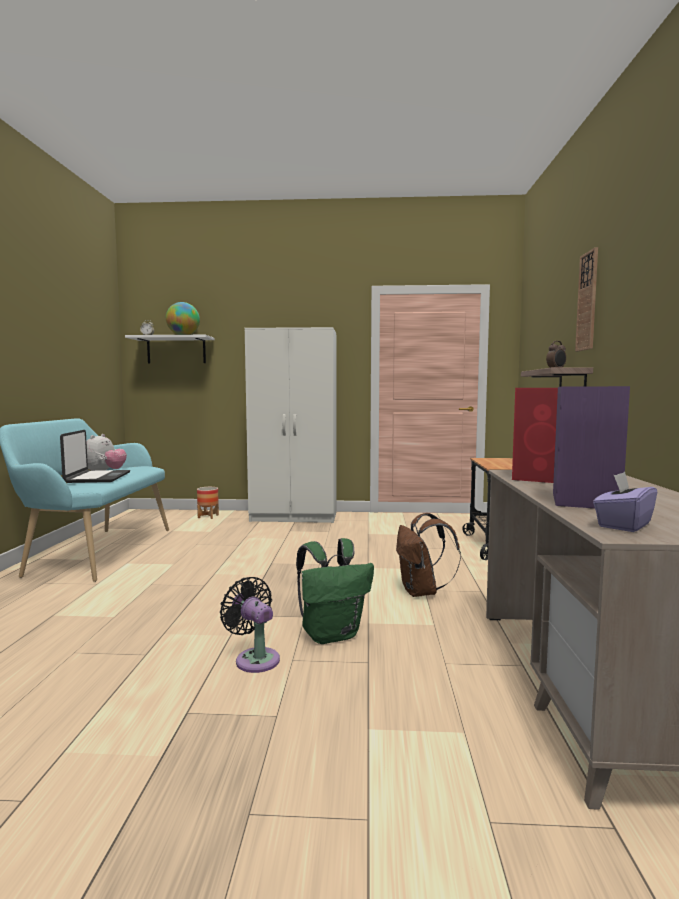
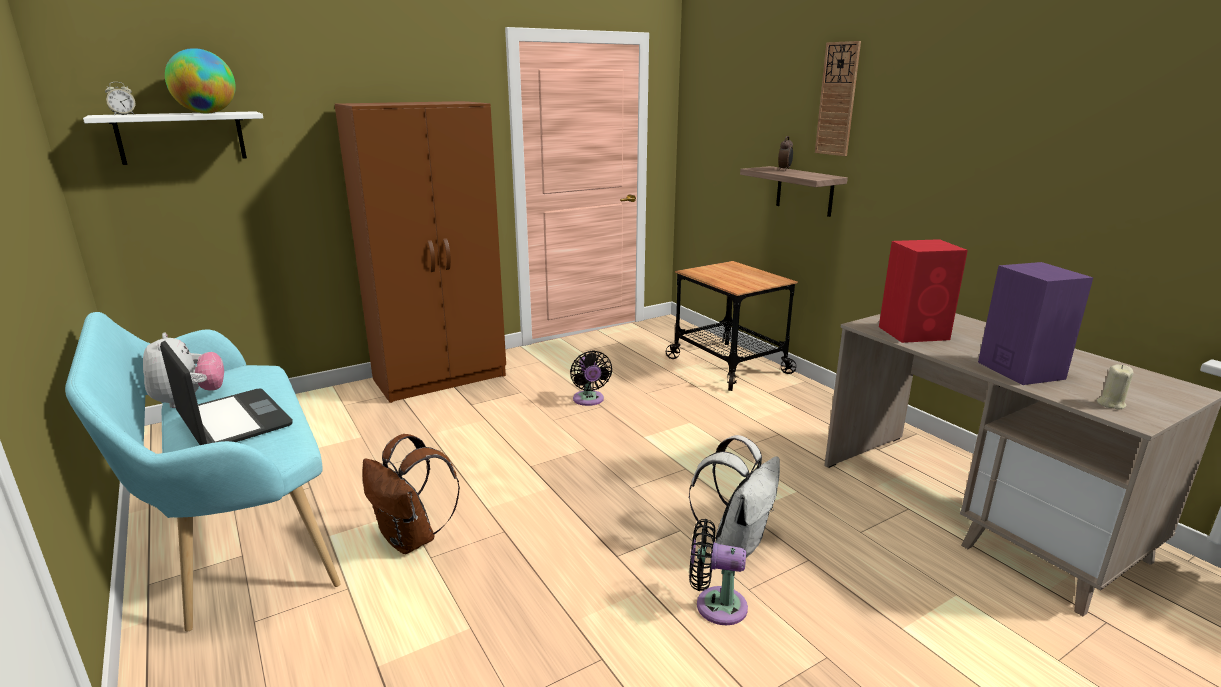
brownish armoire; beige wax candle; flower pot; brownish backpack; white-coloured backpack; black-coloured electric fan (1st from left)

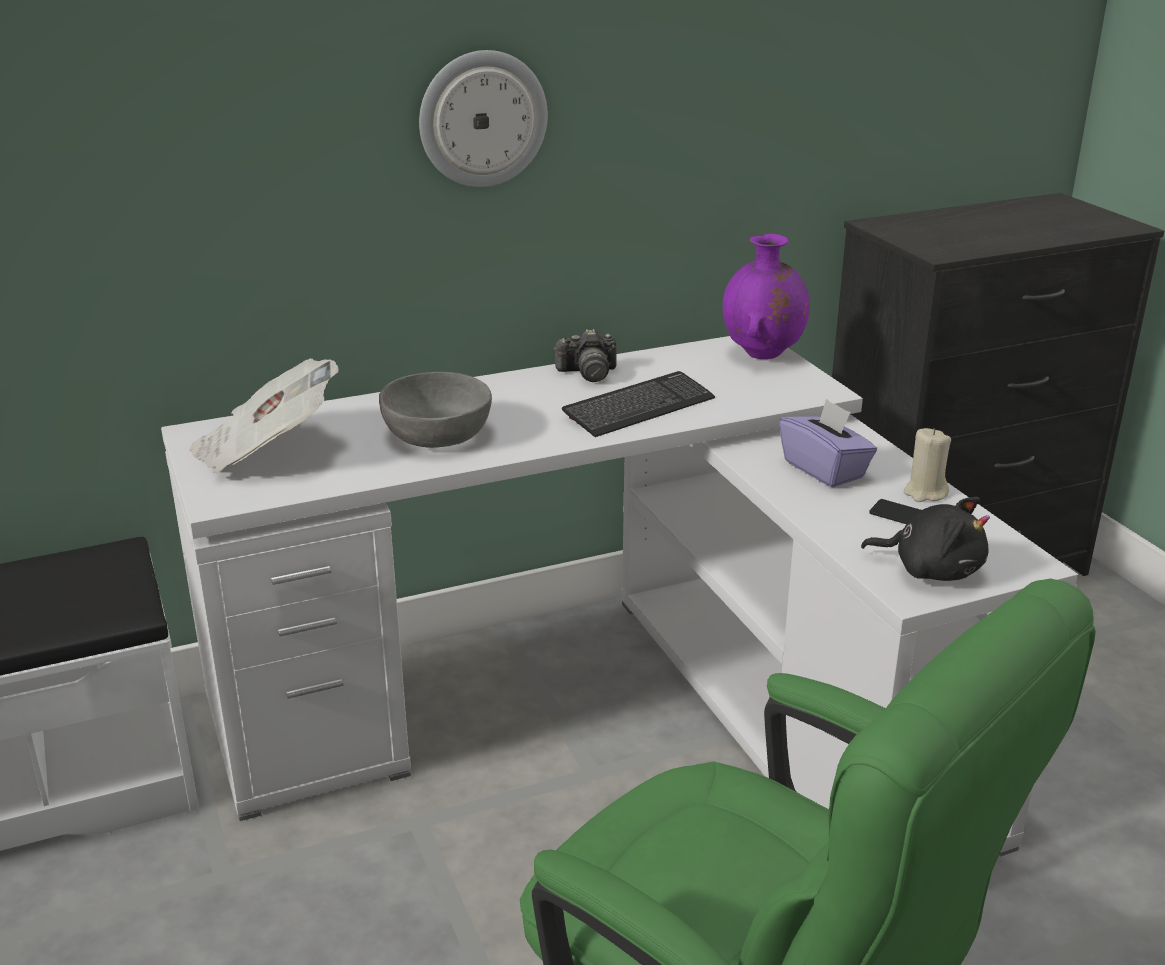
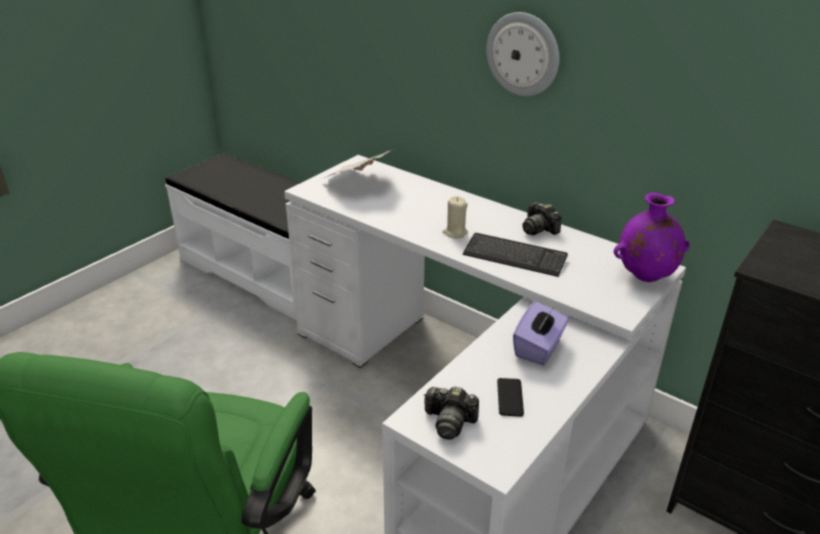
grey serving bowl; beige wax candle; photo camera (1st from left)

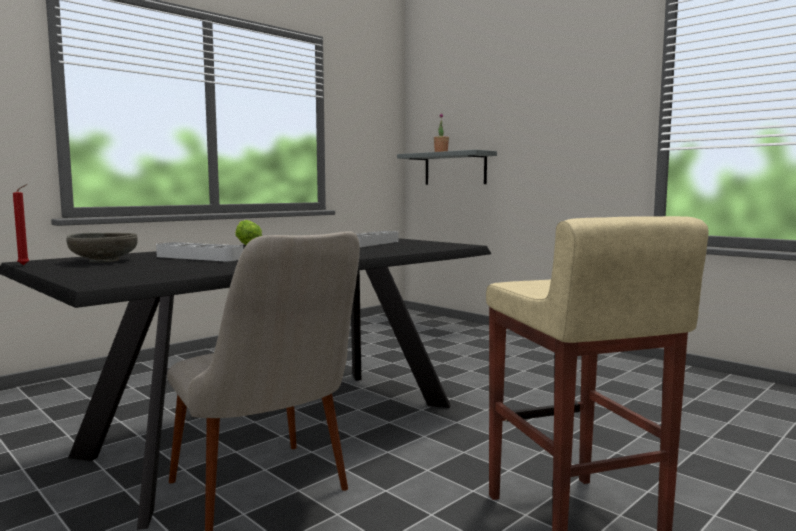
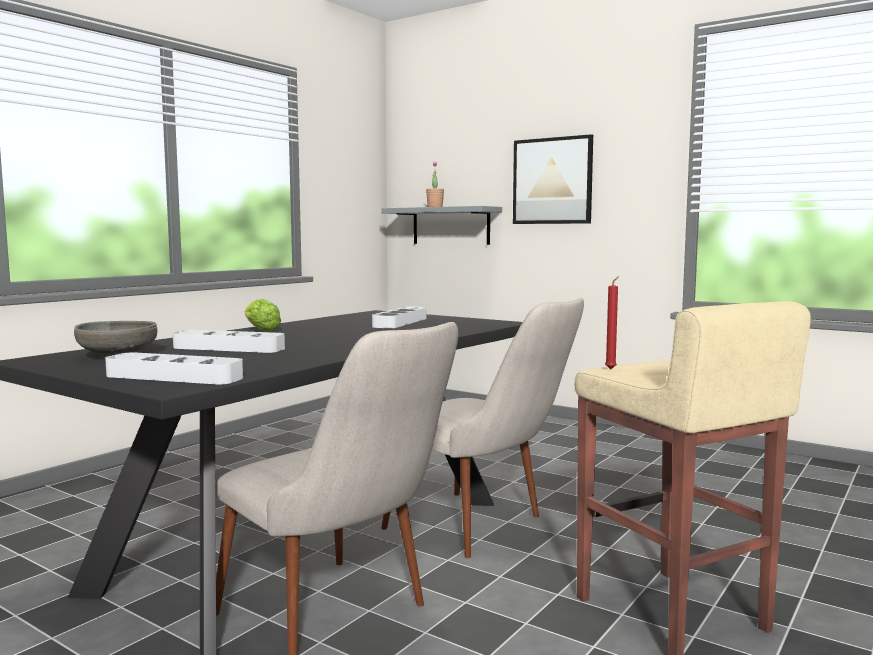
red-coloured wax candle; picture; beige upright chair (2nd from left); grey carrying tray (1st from left)

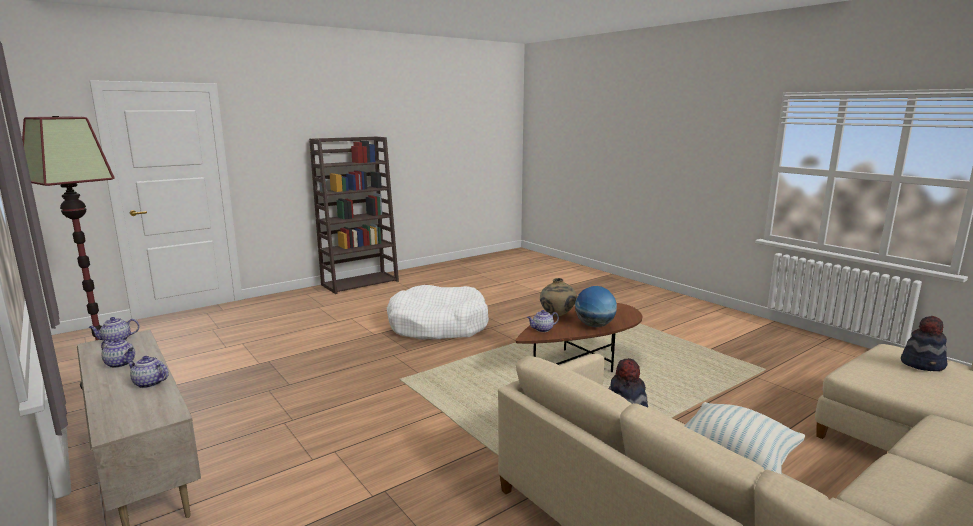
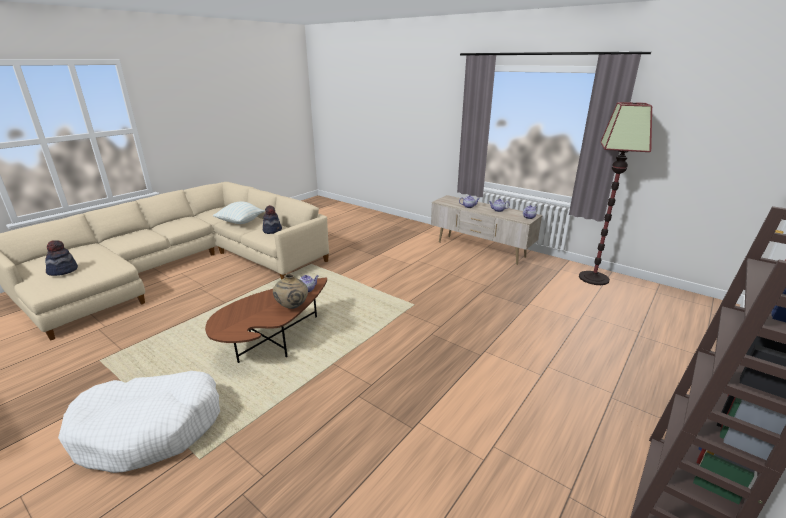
white-coloured dog bed; world globe

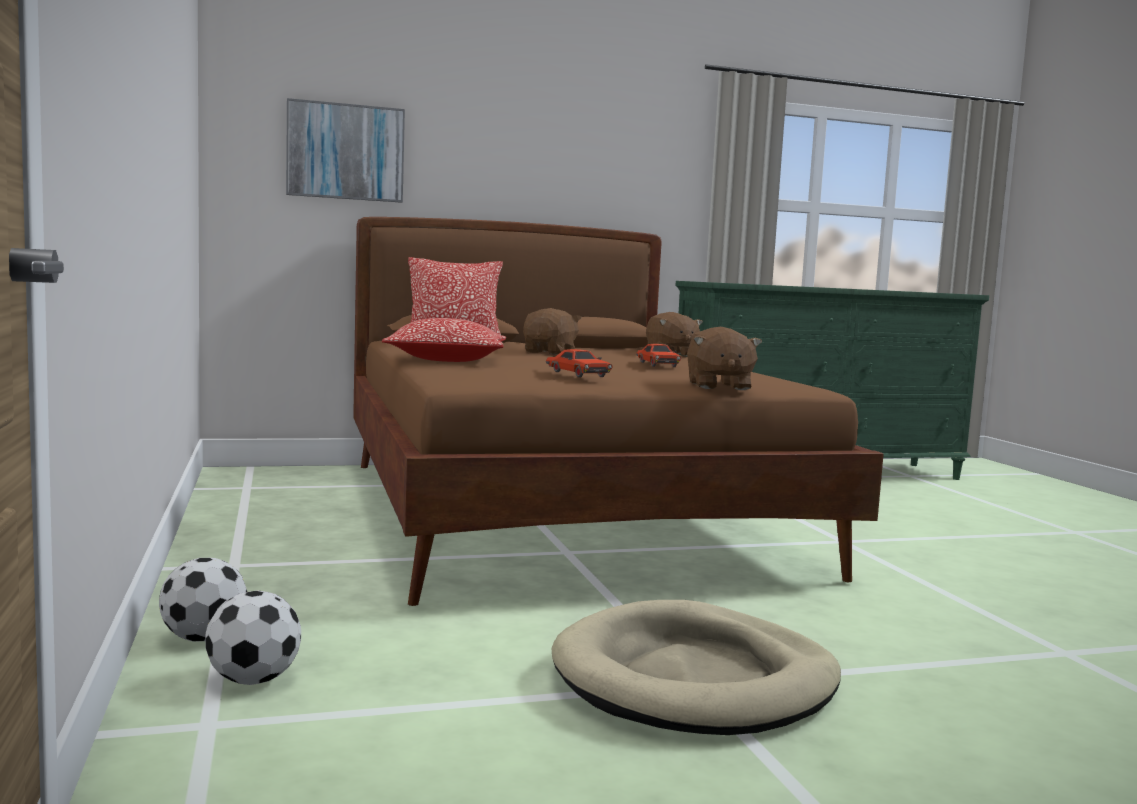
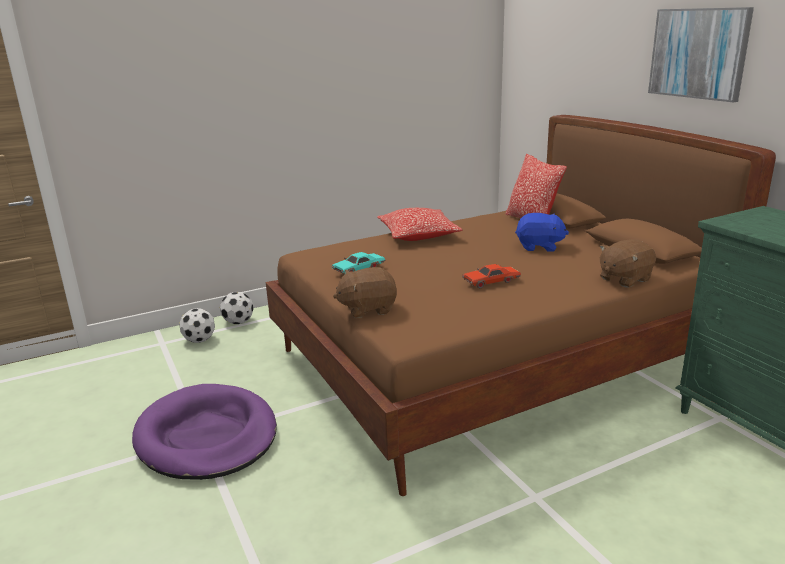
picture; bluish soft toy; turquoise-coloured model car; purplish dog bed

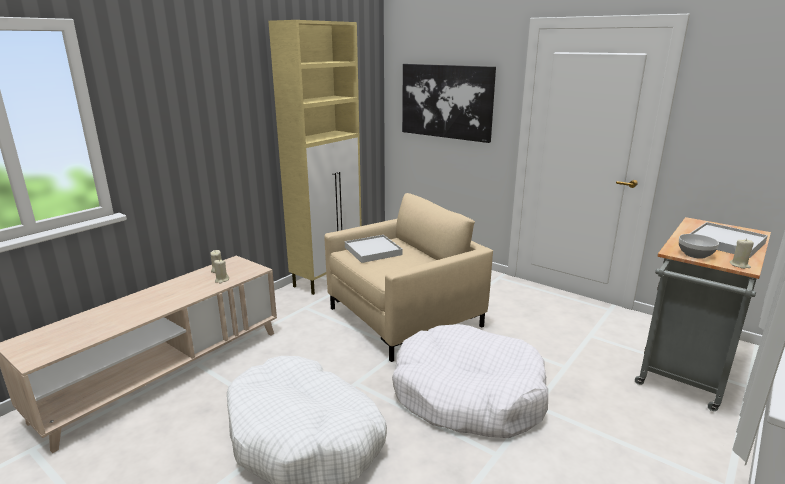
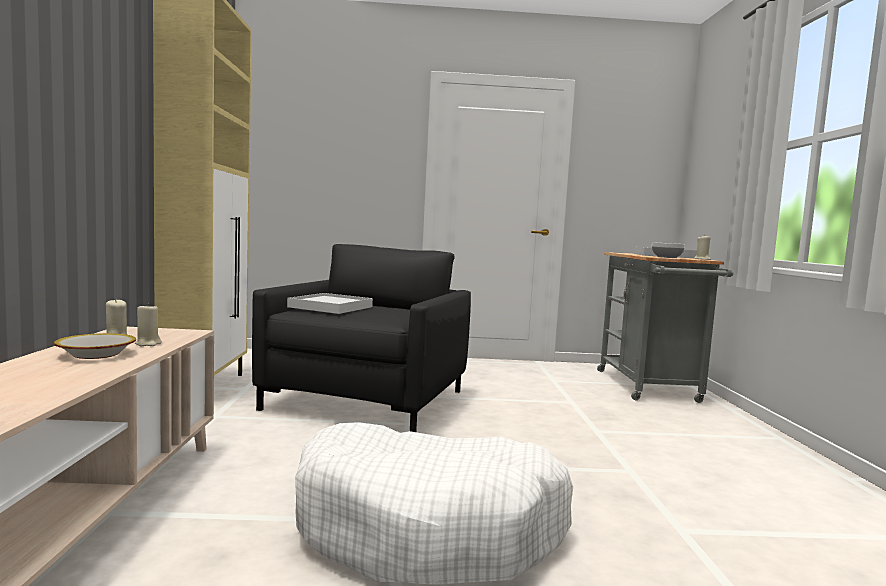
picture; black-coloured lounge chair; white-coloured dog bed (2nd from left in the first image); serving bowl (1st from left)

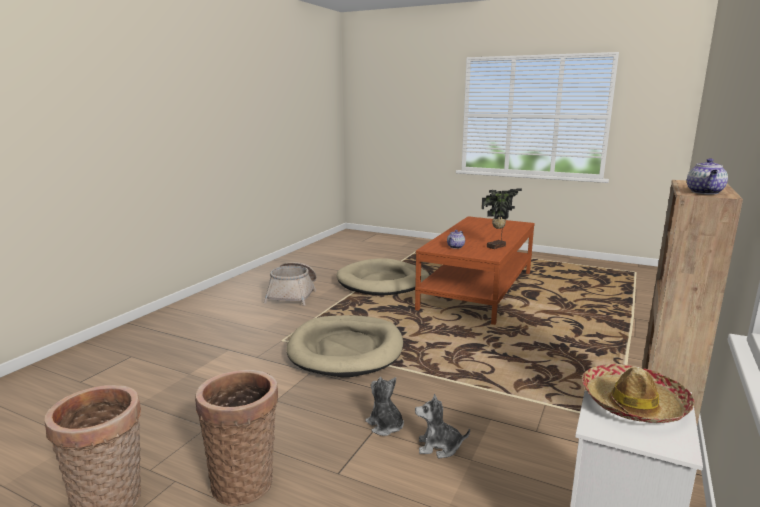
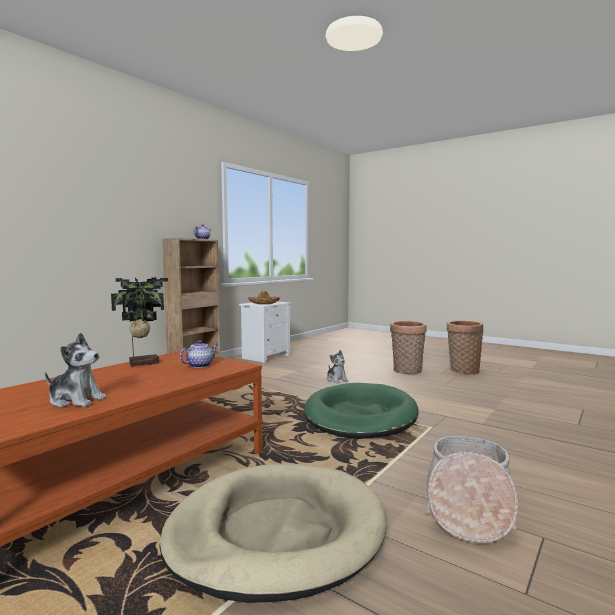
green dog bed; soft toy (1st from left)

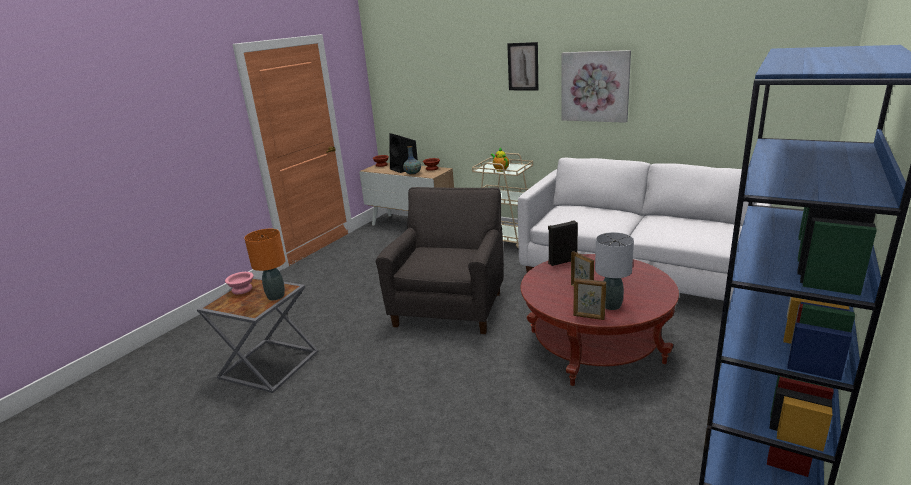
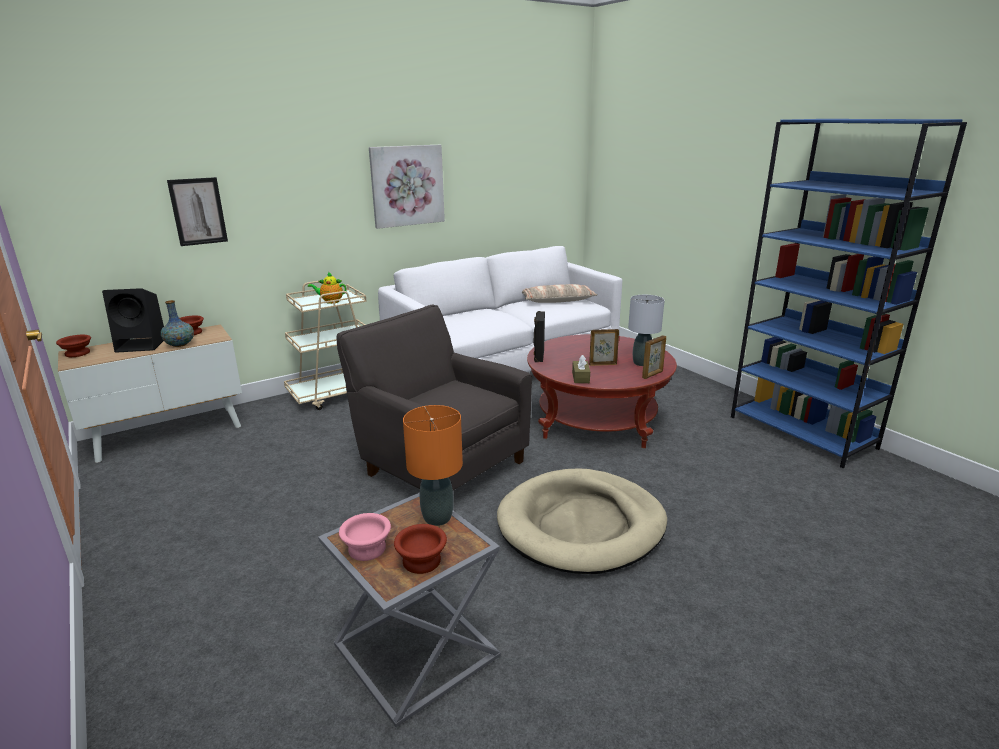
picture (1st from left); cushion; brownish tissue box; beige dog bed; brownish serving bowl (3rd from left)

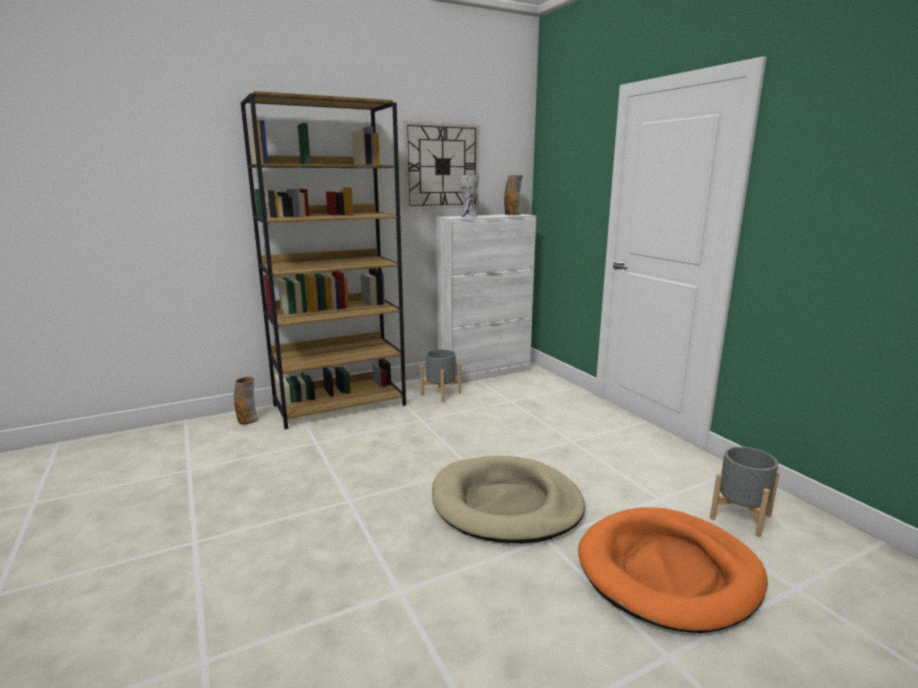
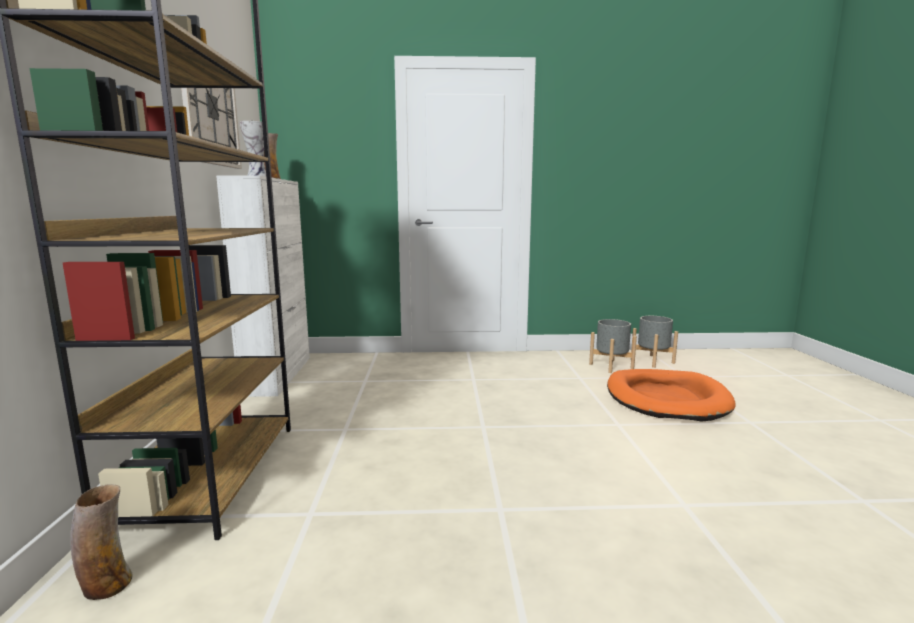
grey flower pot (2nd from left); beige dog bed

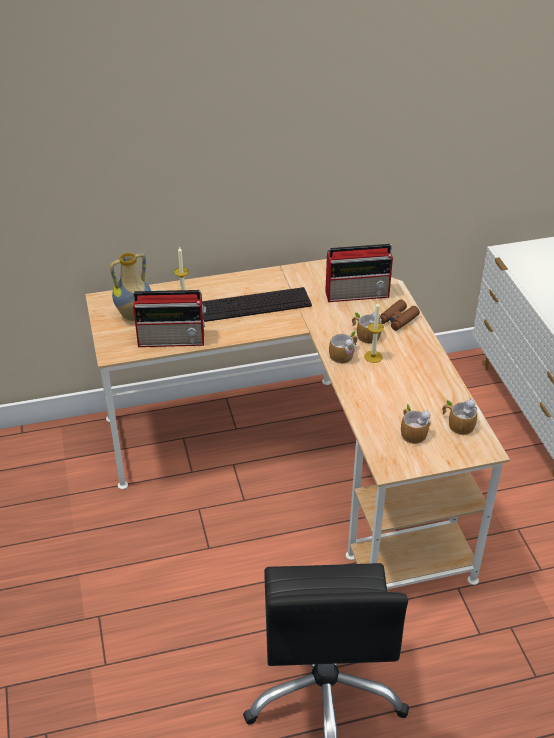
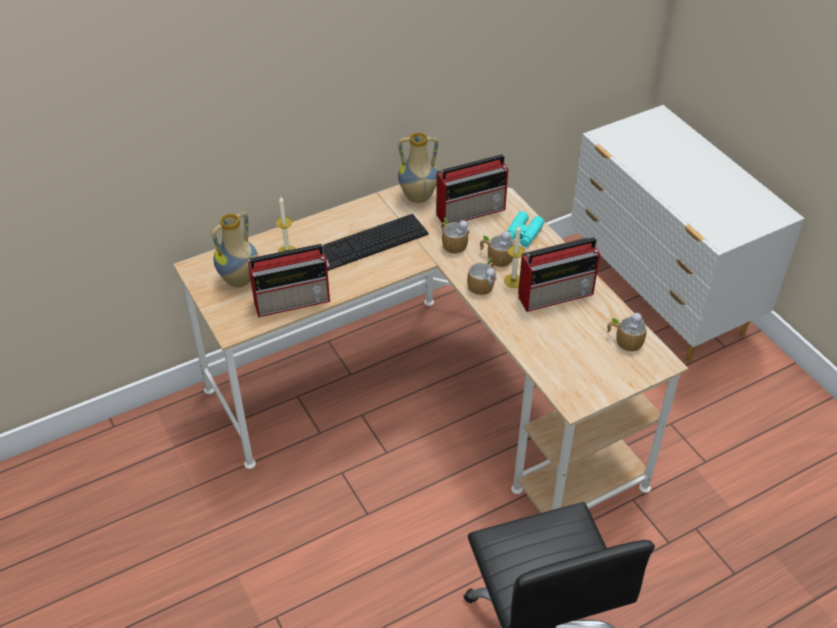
turquoise-coloured binoculars; mug (1st from left); flower vase (2nd from left); radio (3rd from left)

